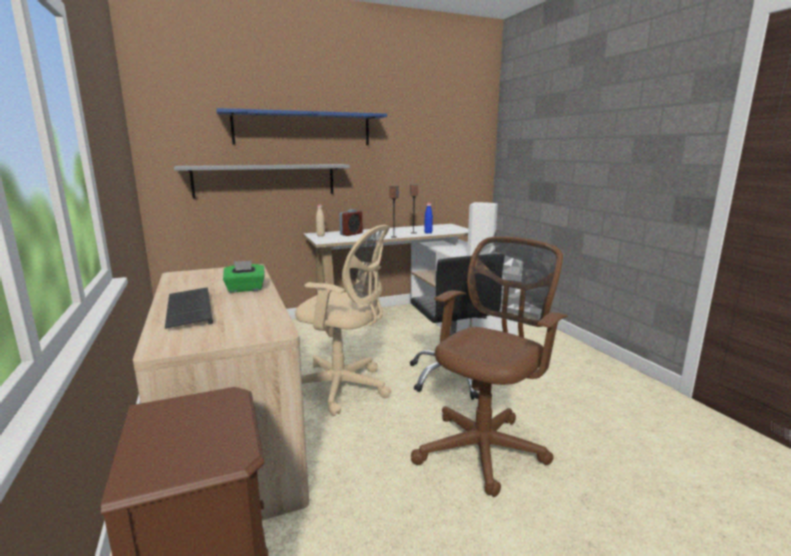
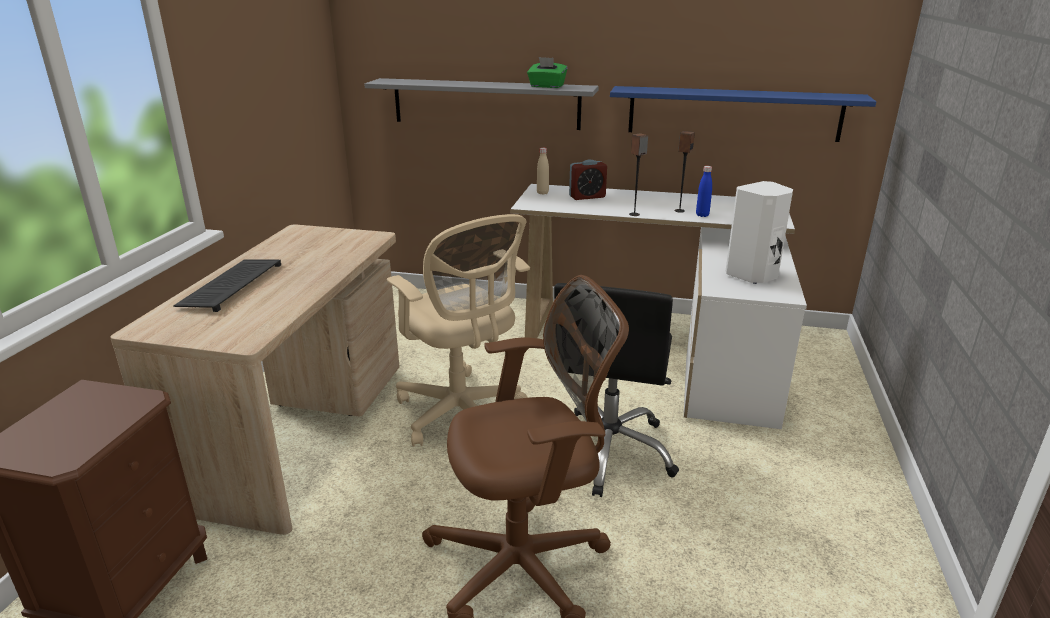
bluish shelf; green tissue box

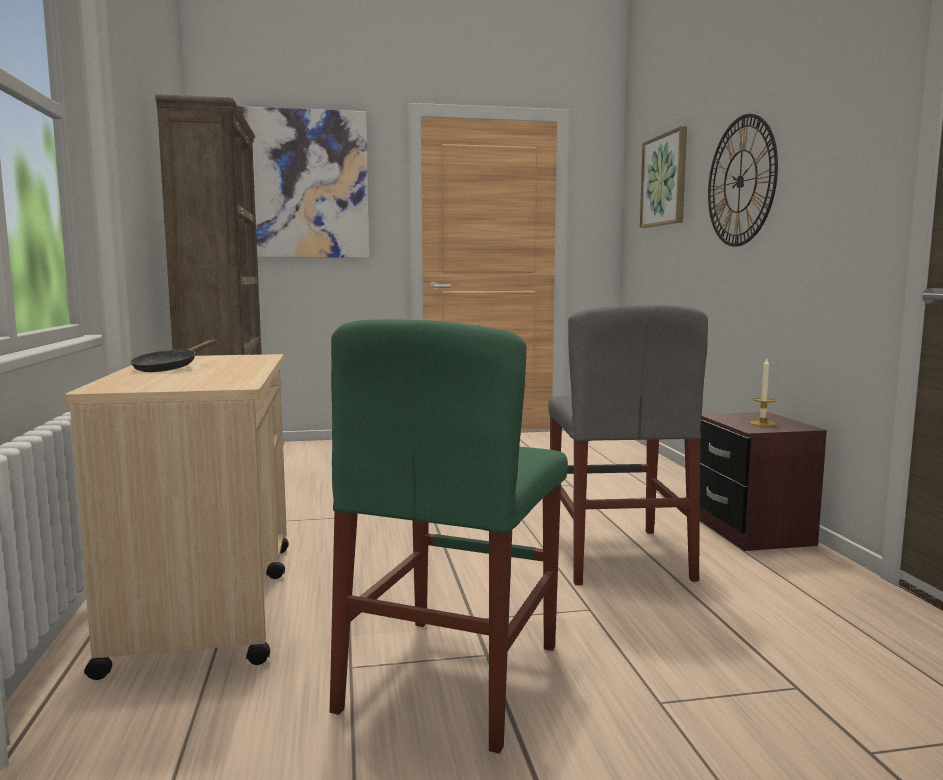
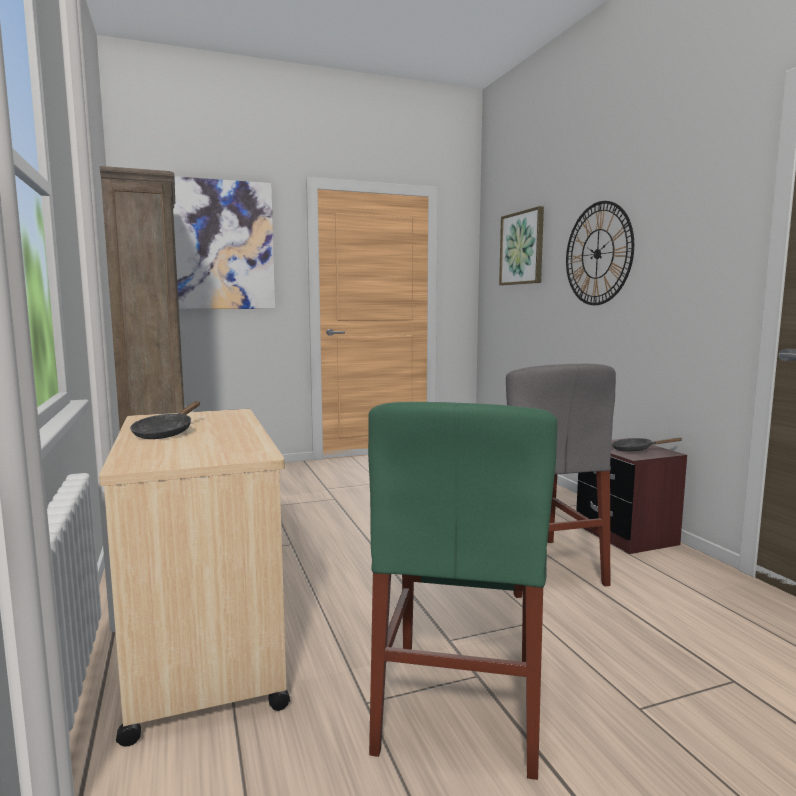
black-coloured skillet (2nd from left)

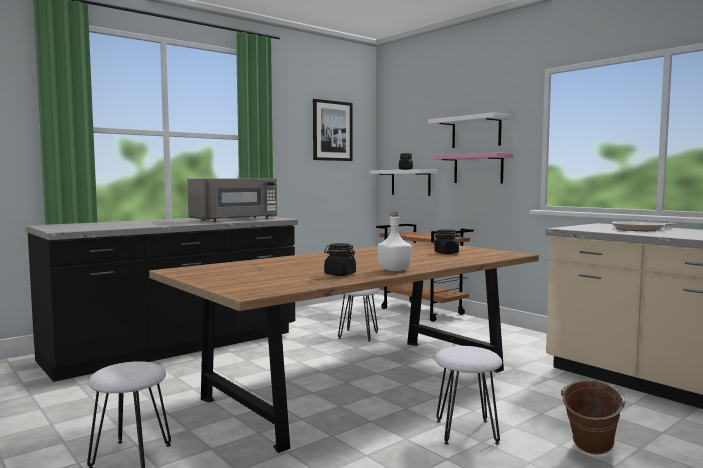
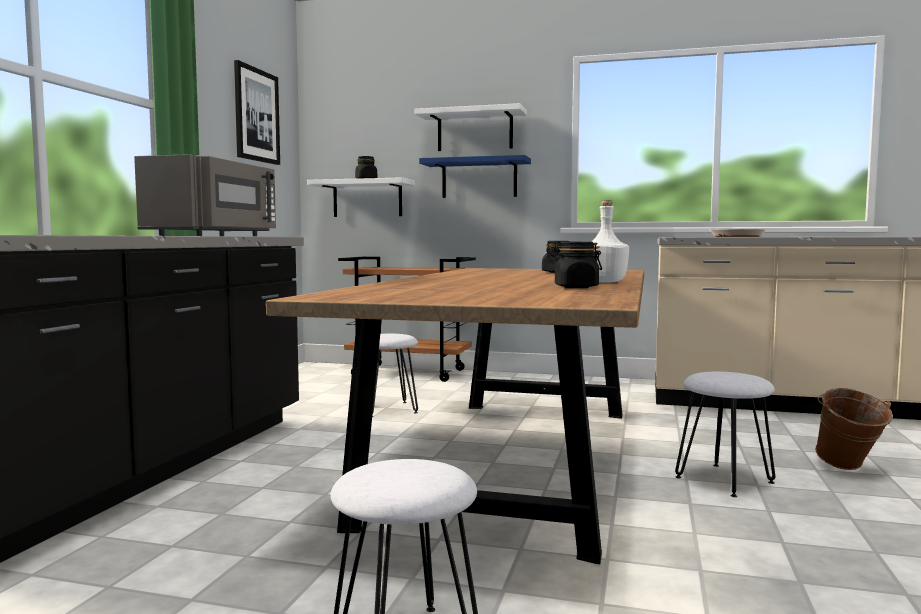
bluish shelf

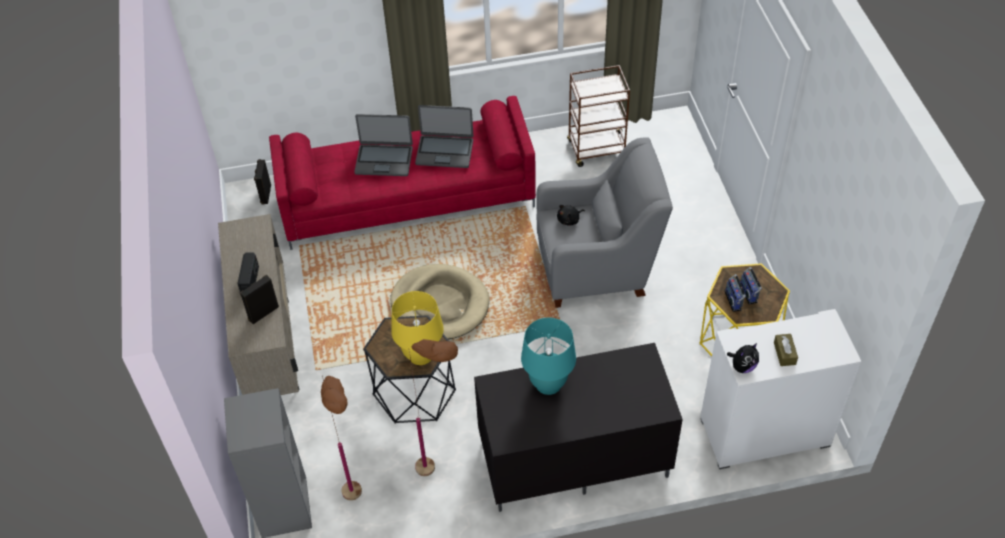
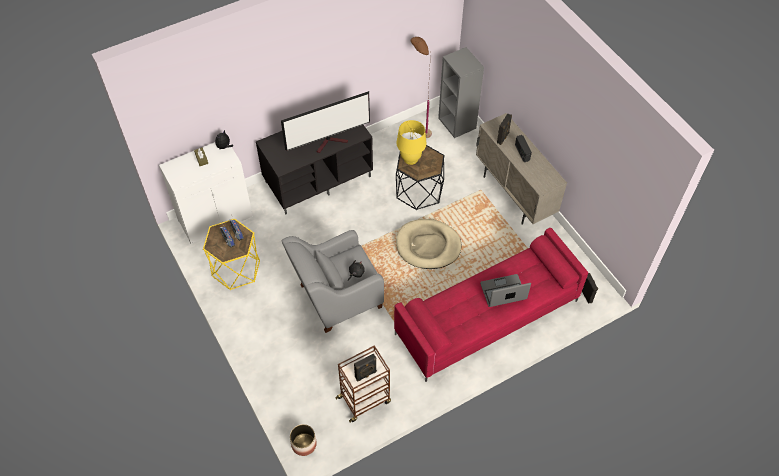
notebook computer (2nd from left in the first image); TV; brownish floor lamp (2nd from left in the first image); black-coloured loudspeaker (1st from left); flower pot

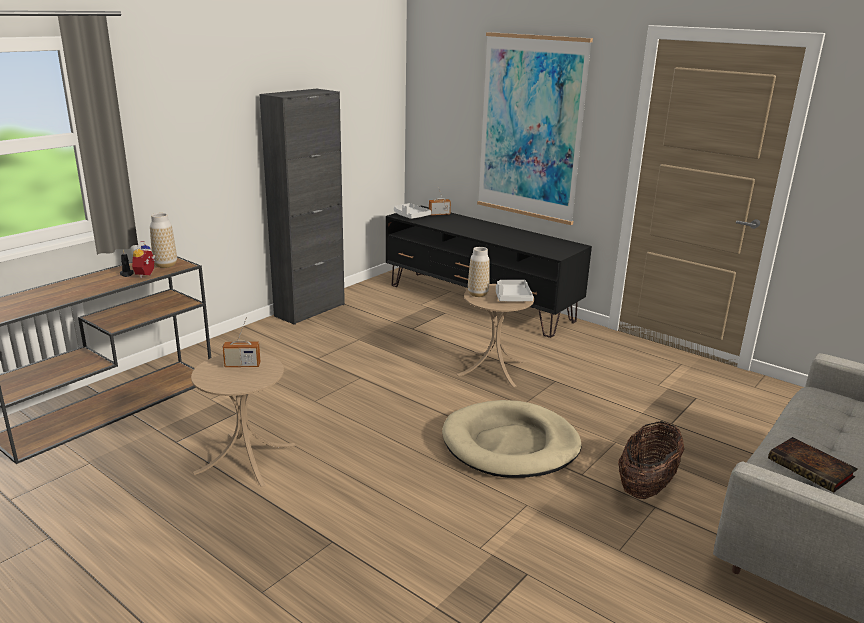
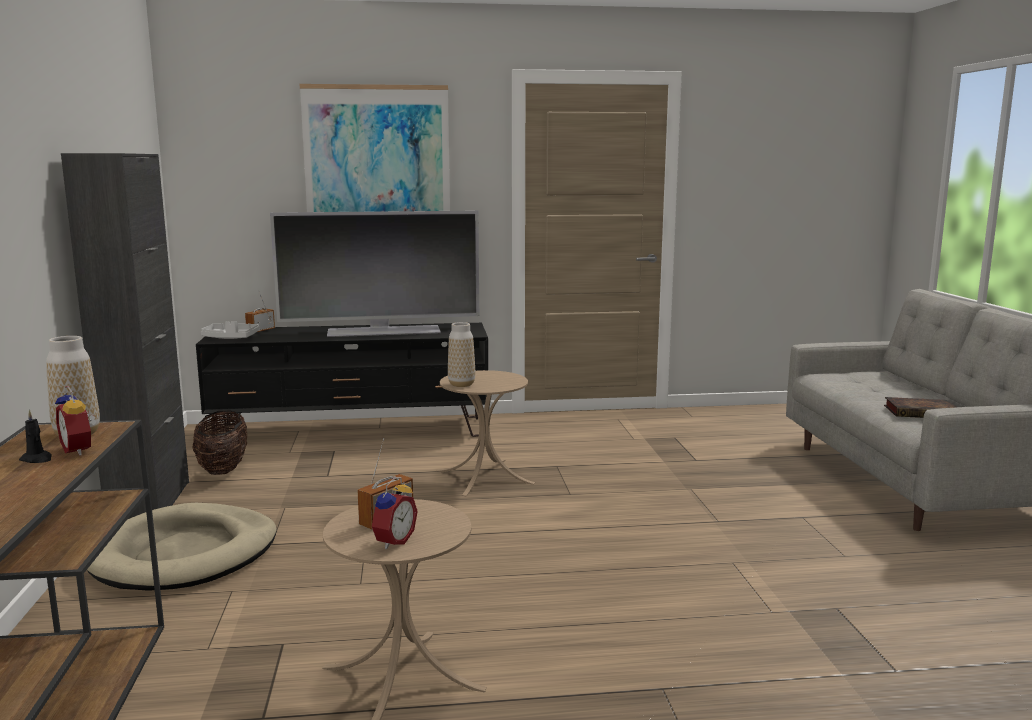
grey carrying tray (2nd from left in the first image); beige dog bed; basket; TV; bedside clock (2nd from left)

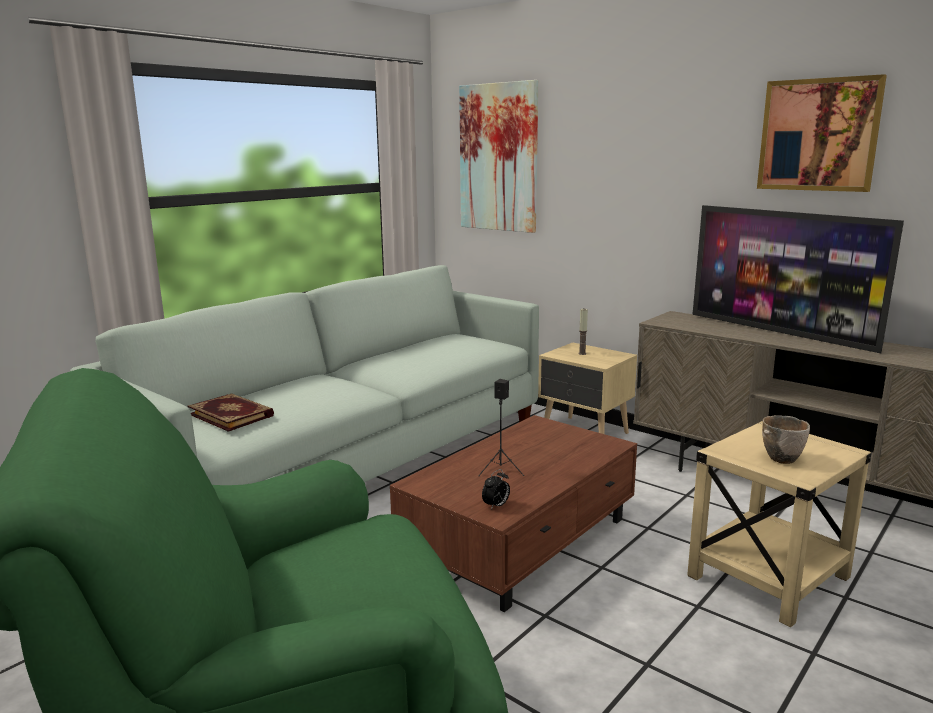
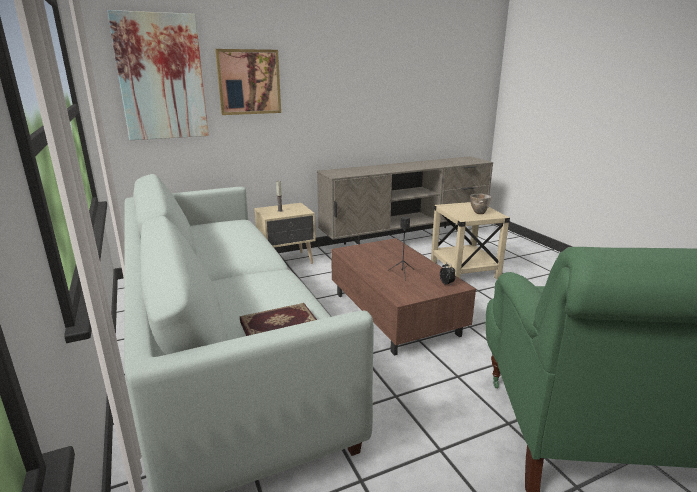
picture (2nd from left); TV

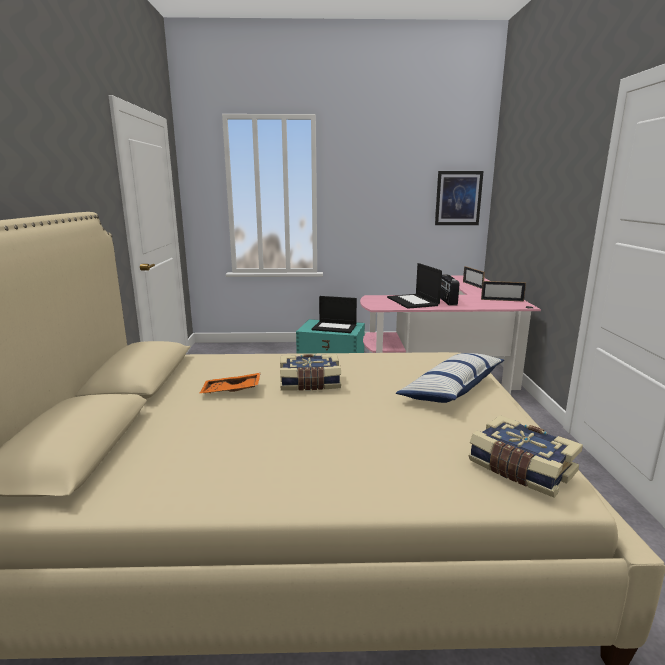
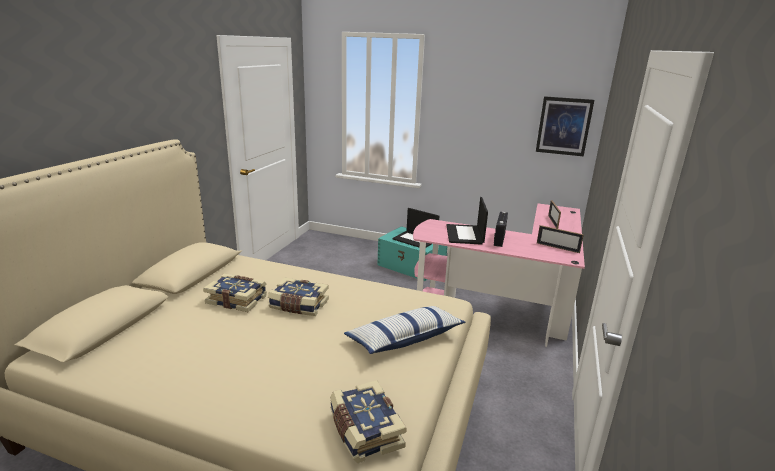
bound book (1st from left)

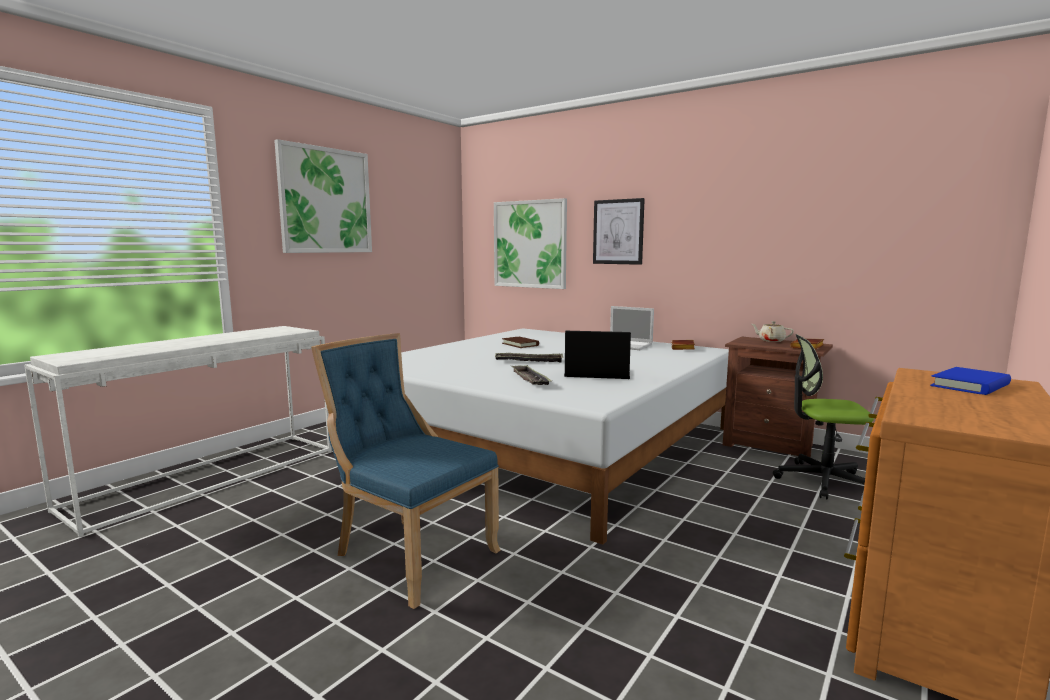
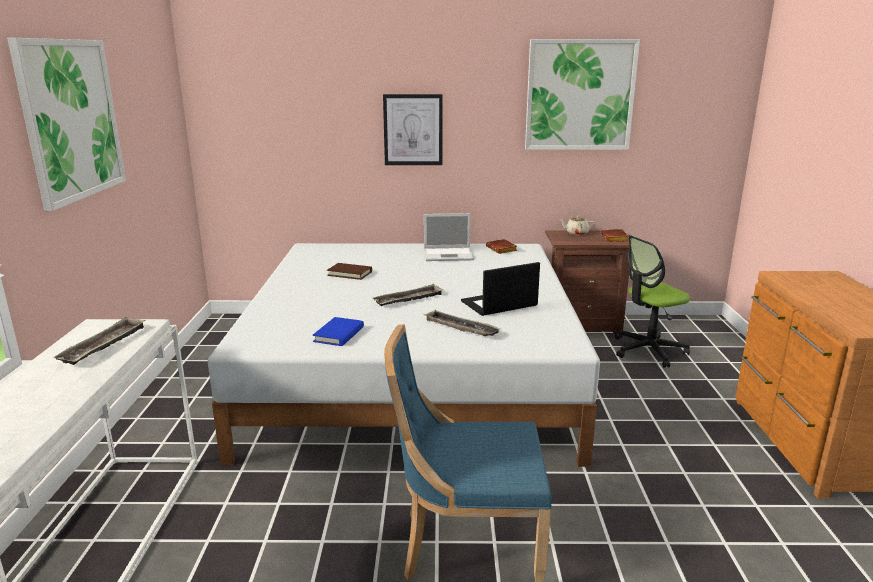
picture (3rd from left); bluish bound book; carrying tray (1st from left)

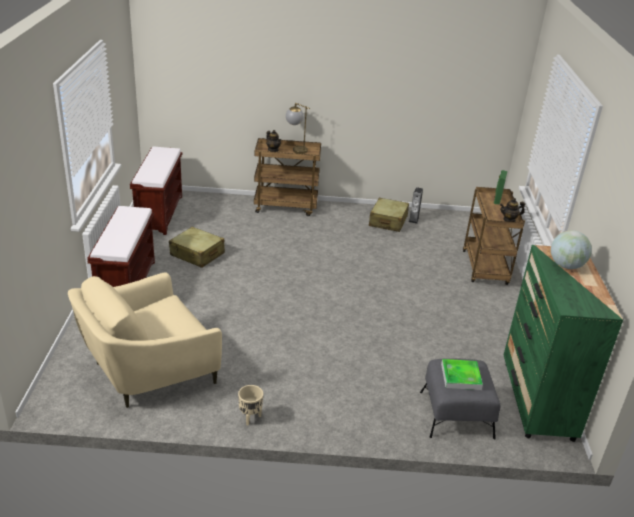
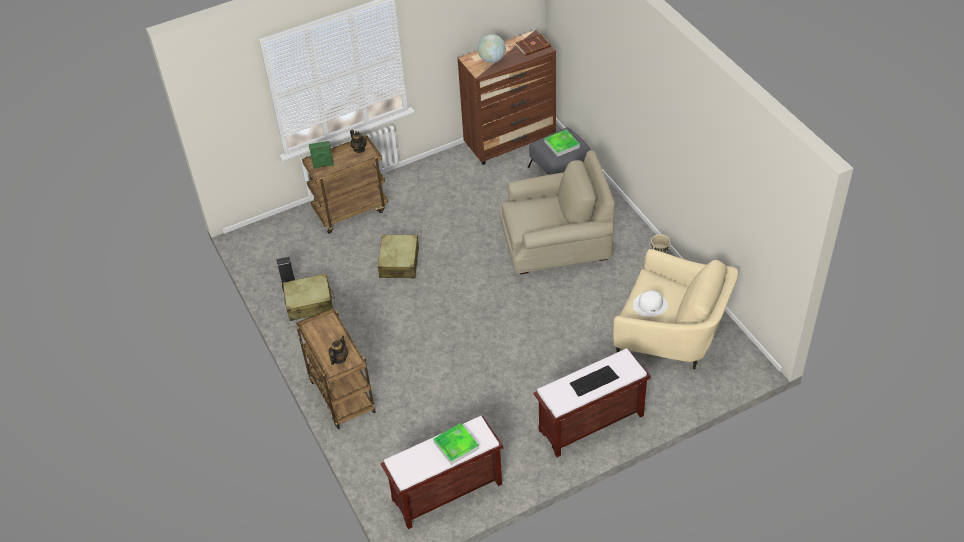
table lamp; beige suitcase (2nd from left); brownish dresser; brownish bound book; beige lounge chair (1st from left); white-coloured hat; computer keyboard; carrying tray (1st from left)

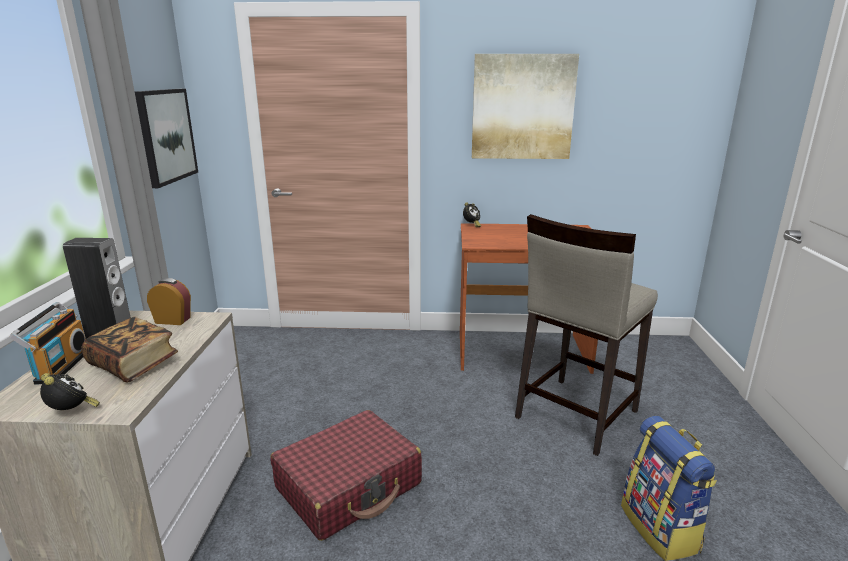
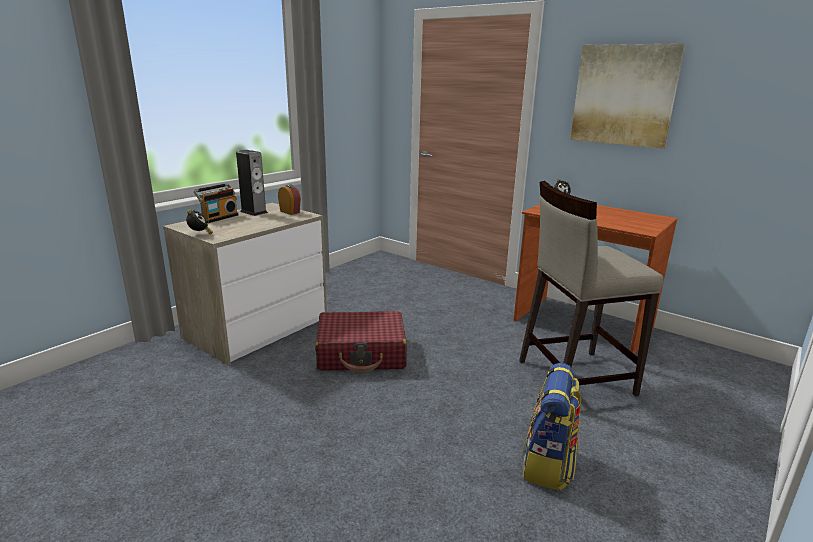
picture (1st from left in the first image); bound book

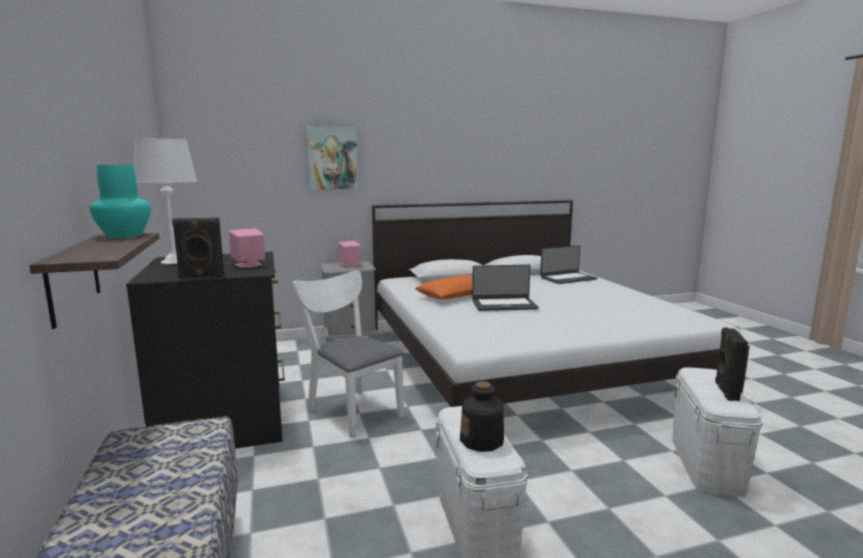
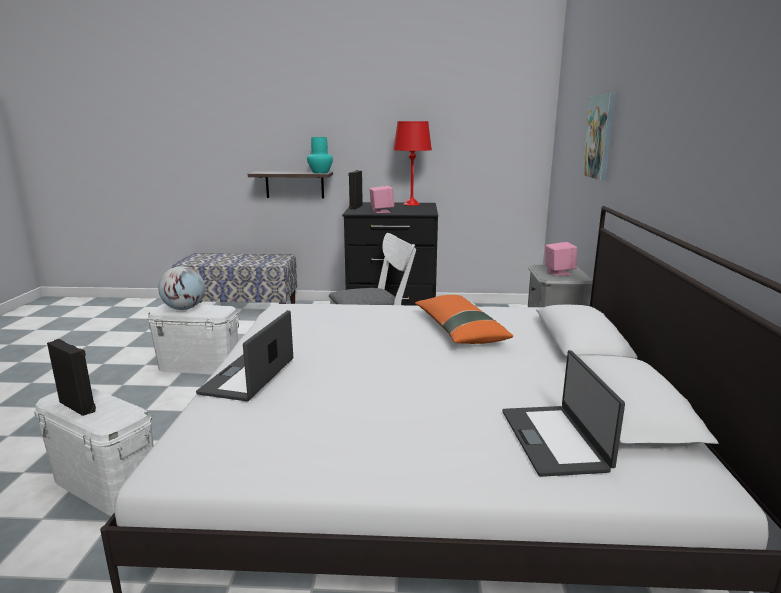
red-coloured table lamp; notebook computer (1st from left); world globe

